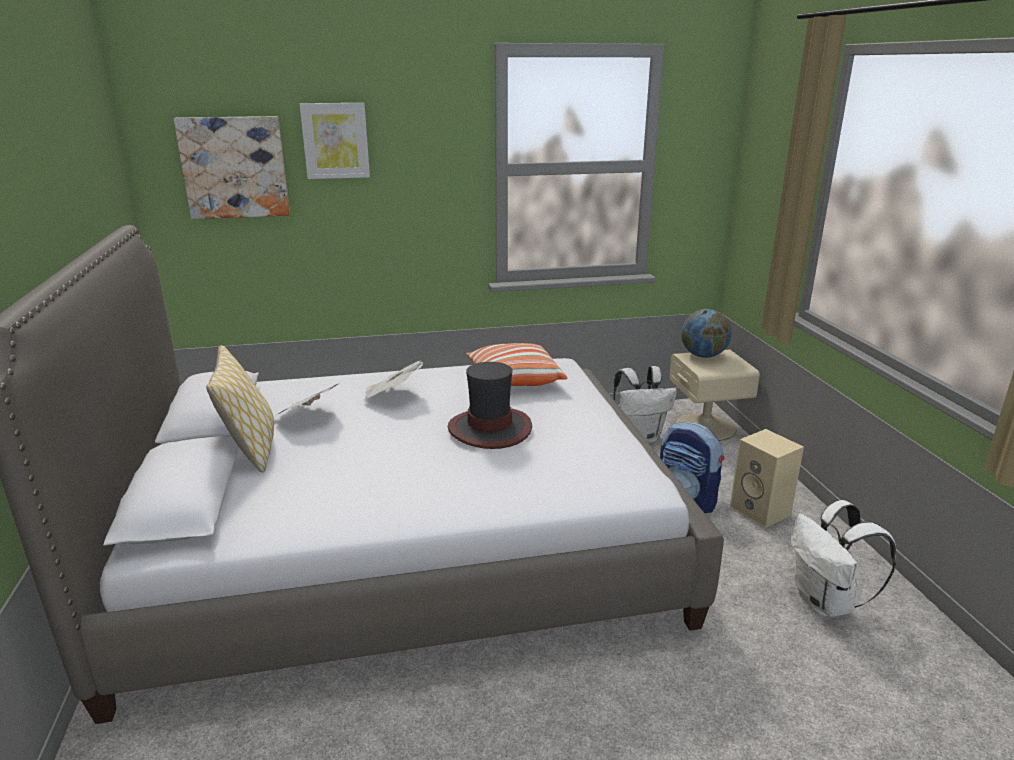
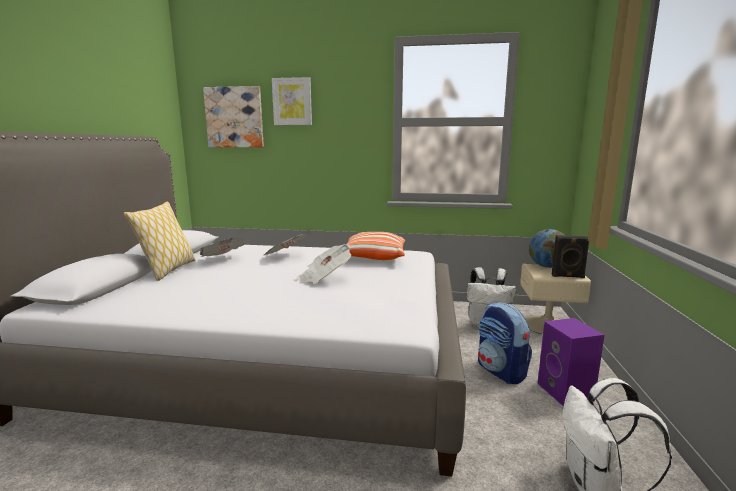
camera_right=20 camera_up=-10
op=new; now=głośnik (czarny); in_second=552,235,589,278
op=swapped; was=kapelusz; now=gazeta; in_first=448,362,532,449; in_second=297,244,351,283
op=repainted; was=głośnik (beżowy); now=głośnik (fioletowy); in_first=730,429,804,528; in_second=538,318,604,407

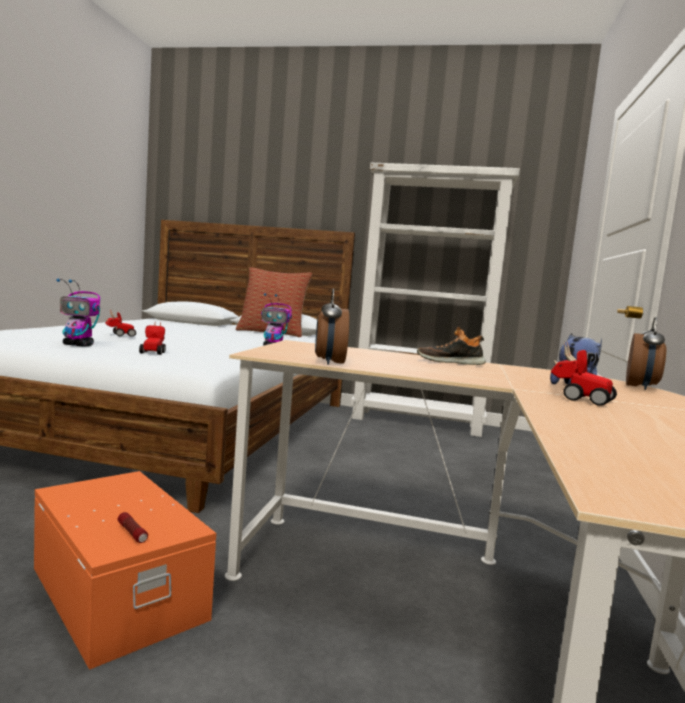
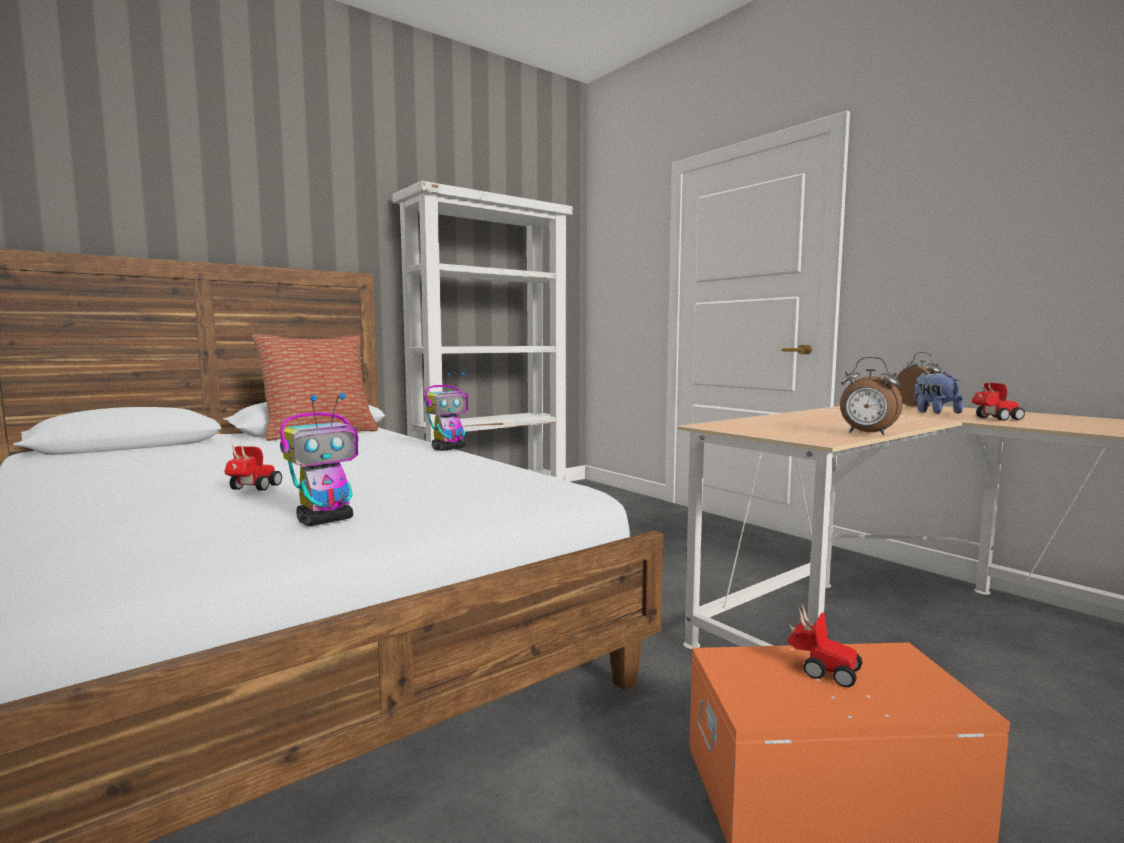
camera_right=-50 camera_up=0
op=gone; was=latarka; in_first=118,512,148,543
op=gone; was=but; in_first=417,327,486,365
op=shifted; was=samochodzik; in_first=139,323,166,355; in_second=787,603,863,687

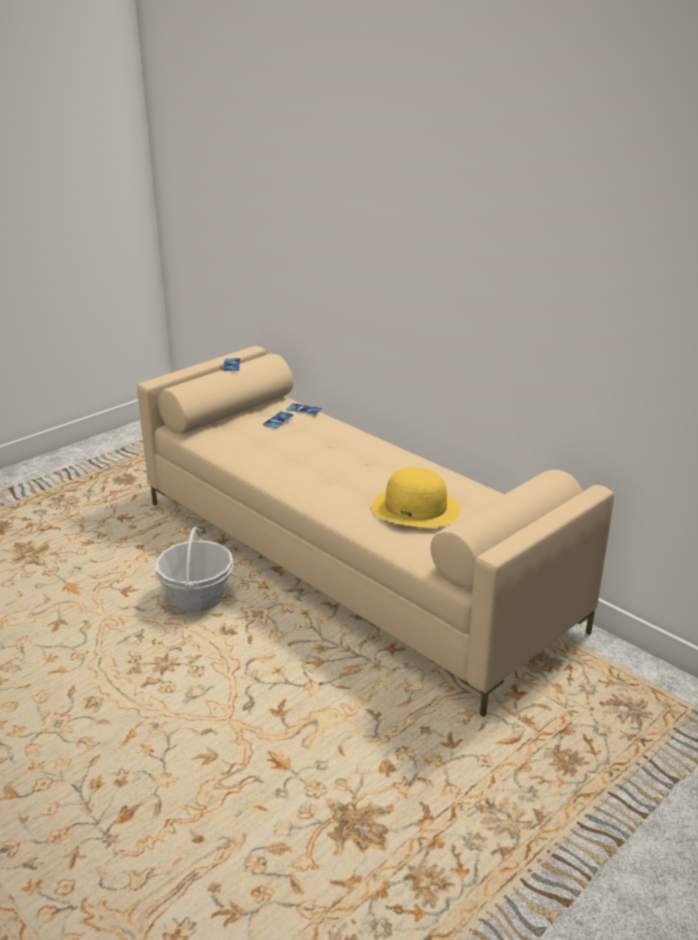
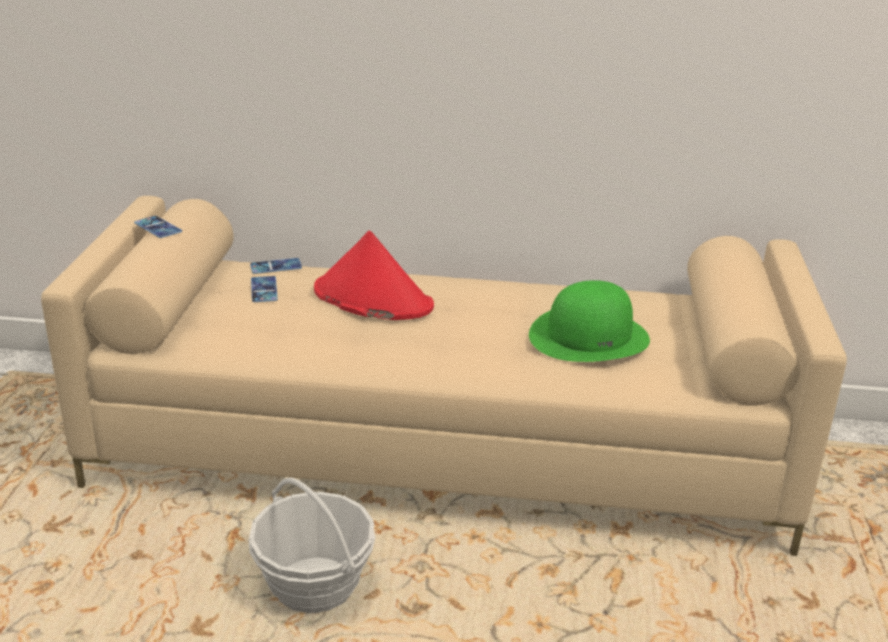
camera_right=-40 camera_up=0
op=new; now=kapelusz (czerwony); in_second=314,231,434,320
op=repainted; was=kapelusz (żółty); now=kapelusz (zielony); in_first=372,467,461,528; in_second=529,280,650,362

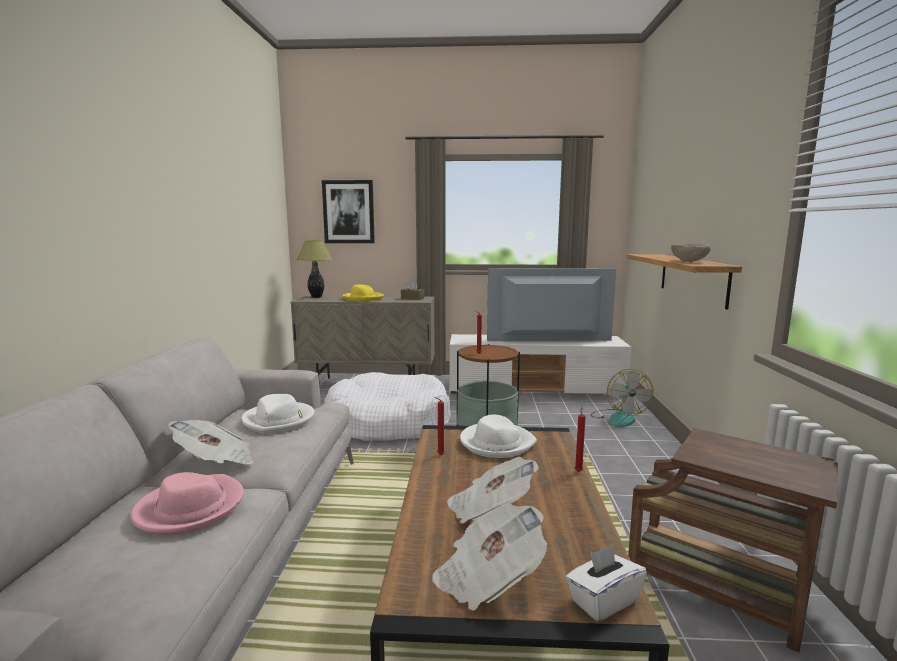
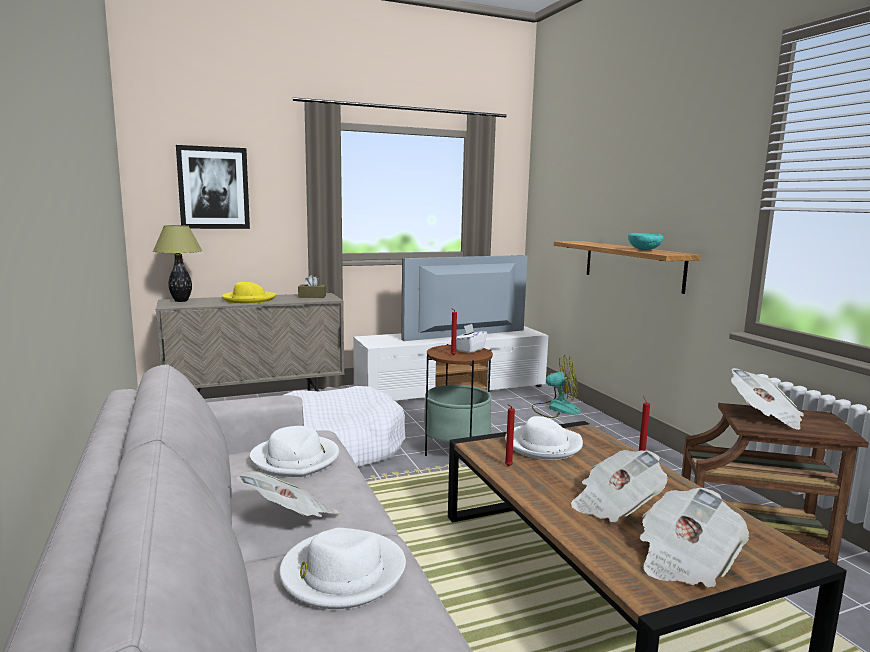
camera_right=-25 camera_up=0
op=new; now=gazeta; in_second=731,368,804,430
op=shifted; was=pudełko chusteczek (biały); in_first=566,545,647,621; in_second=456,324,487,353
op=repainted; was=kapelusz (różowy); now=kapelusz (biały); in_first=131,472,244,536; in_second=279,528,406,610
op=repainted; was=miska (beżowy); now=miska (turkusowy); in_first=671,244,711,262; in_second=628,233,663,250
op=rotated; was=wentylator; in_first=590,369,653,427; in_second=532,355,581,418; clockwise=-60

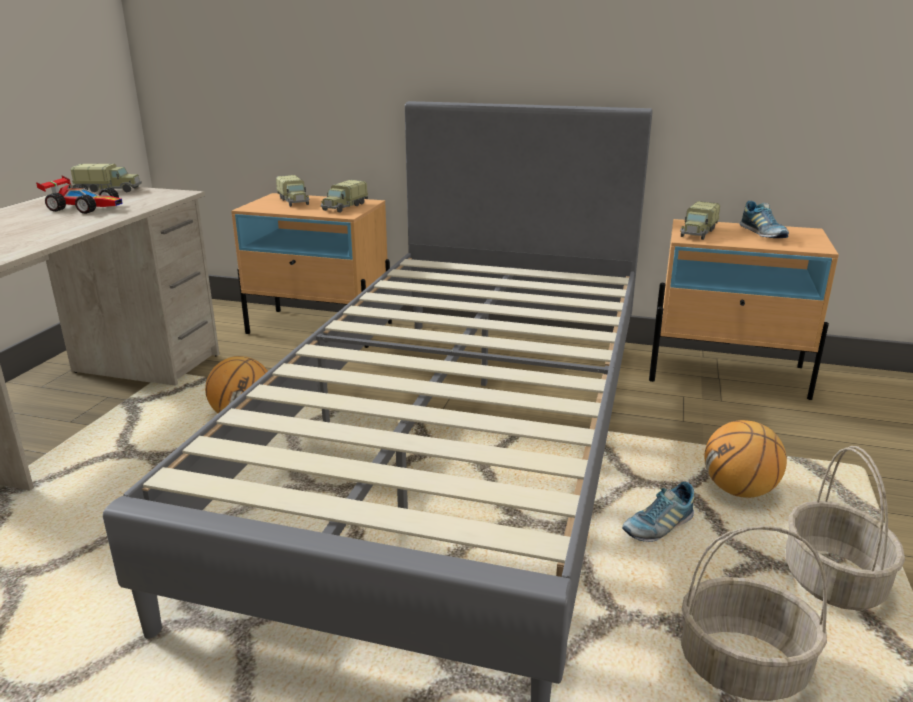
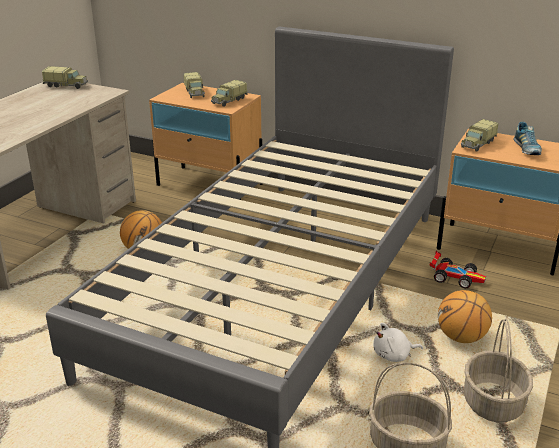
camera_right=10 camera_up=5
op=shifted; was=samochodzik; in_first=36,176,123,214; in_second=429,251,486,288
op=swapped; was=but; now=pluszak (biały); in_first=622,482,694,542; in_second=373,323,423,362

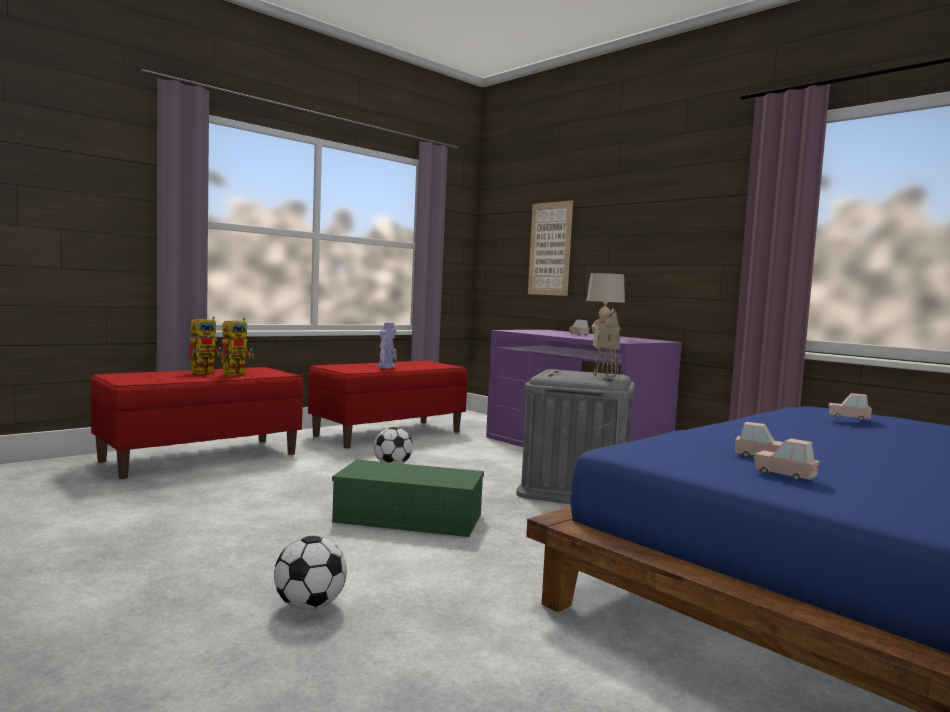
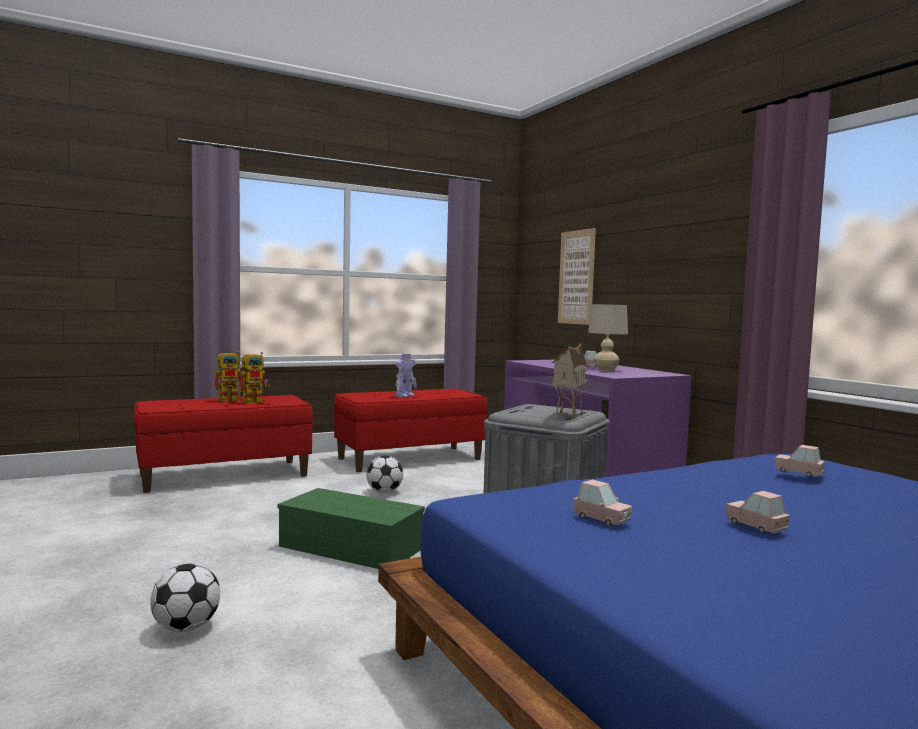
camera_right=15 camera_up=0
op=shifted; was=samochodzik (różowy); in_first=754,439,820,481; in_second=726,491,790,534

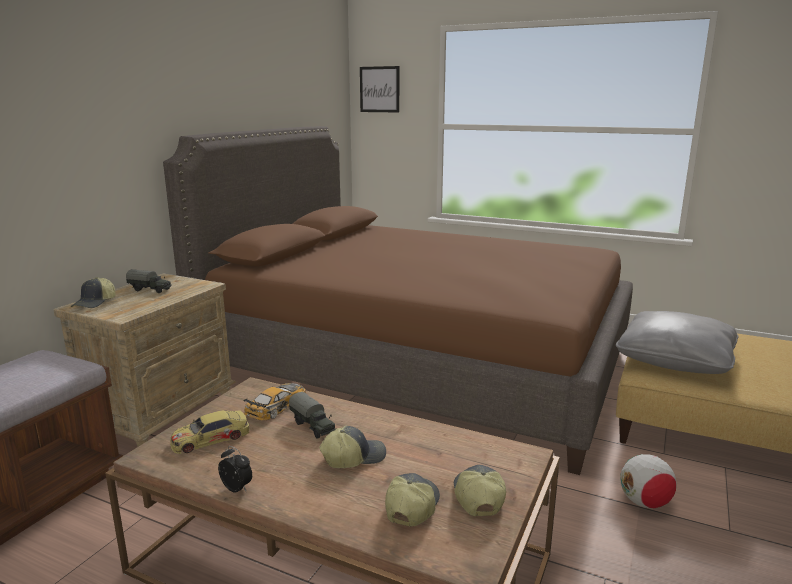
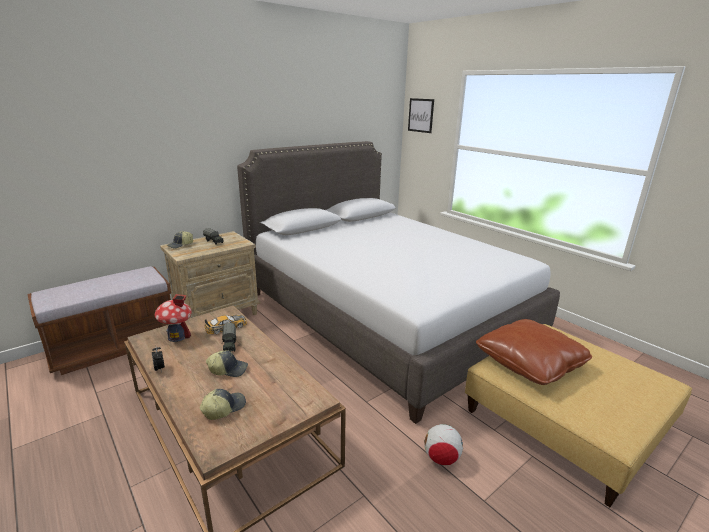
camera_right=25 camera_up=5
op=gone; was=czapka z daszkiem; in_first=454,465,506,516
op=swapped; was=samochodzik; now=domek; in_first=170,410,249,454; in_second=155,294,192,342
op=repainted; was=łóżko (brązowy); now=łóżko (szary); in_first=163,126,633,475; in_second=237,141,560,424
op=repainted; was=poduszka (szary); now=poduszka (brązowy); in_first=616,311,738,374; in_second=476,319,592,385

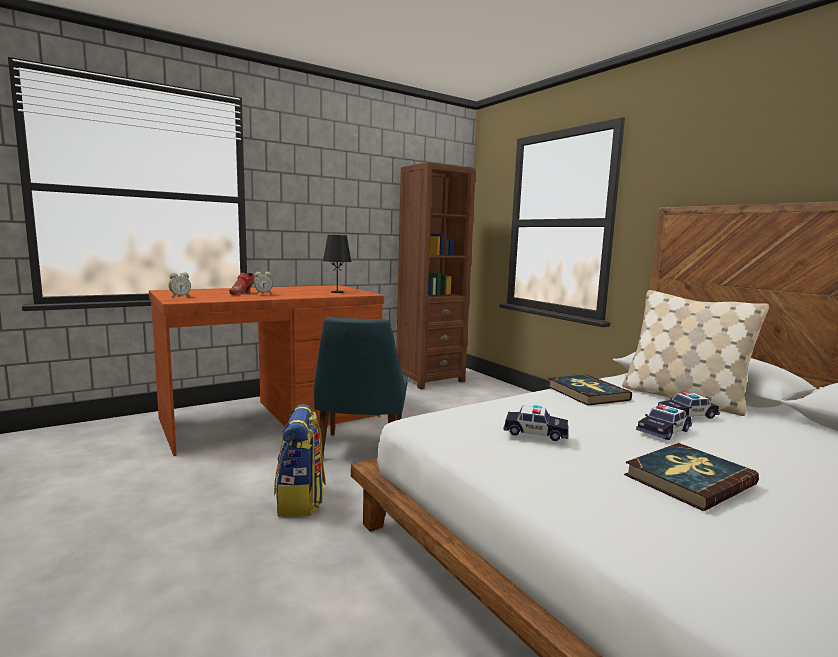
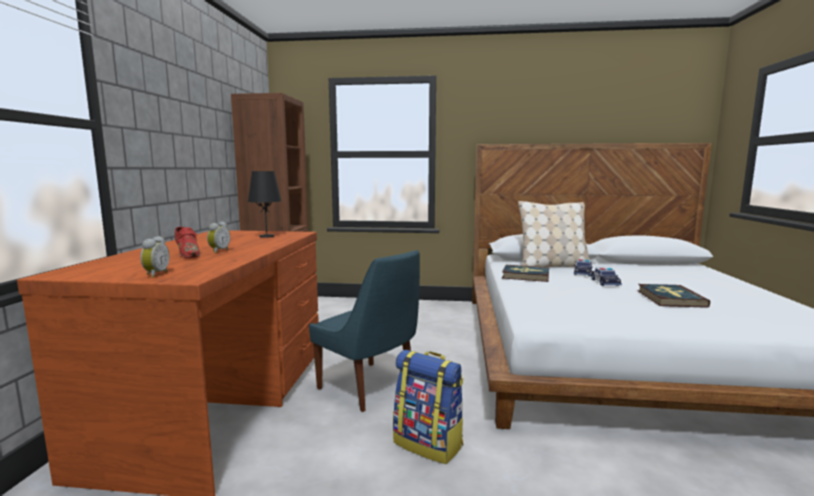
camera_right=-50 camera_up=0
op=gone; was=samochodzik; in_first=503,405,569,441

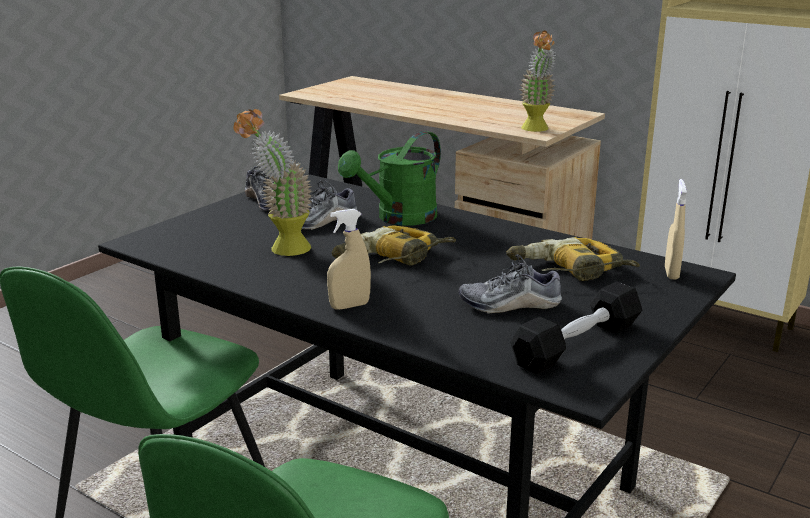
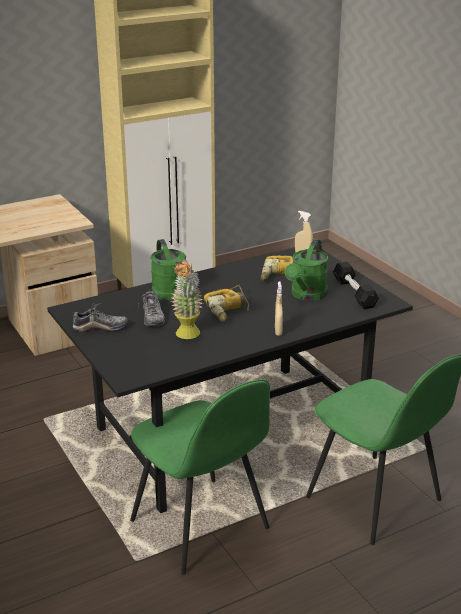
camera_right=-65 camera_up=5
op=gone; was=roślina doniczkowa; in_first=519,30,556,132
op=swapped; was=but; now=konewka (zielony); in_first=458,254,562,314; in_second=285,239,328,301

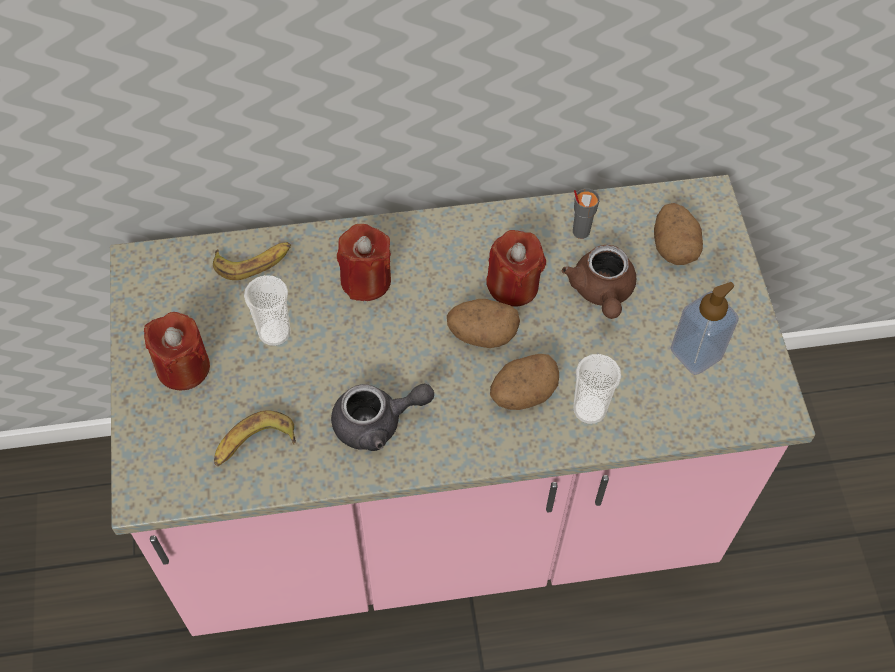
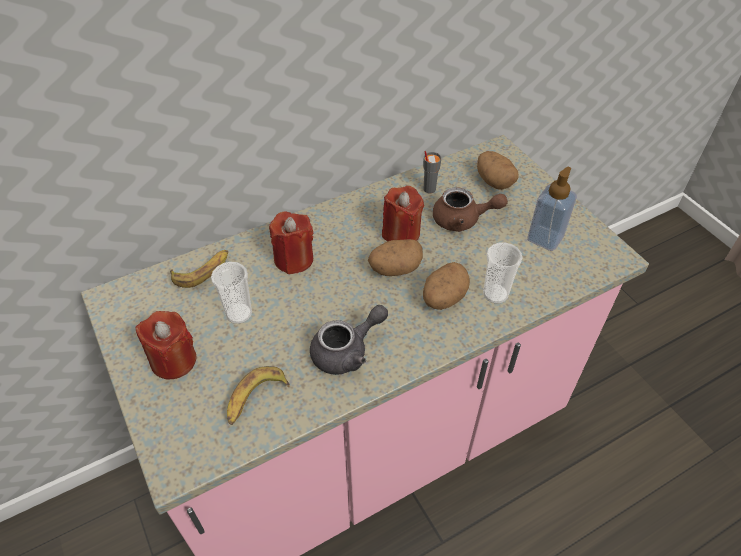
camera_right=-20 camera_up=-10
op=rotated; was=imbryk (brązowy); in_first=562,245,636,319; in_second=433,188,508,232; clockwise=-60

